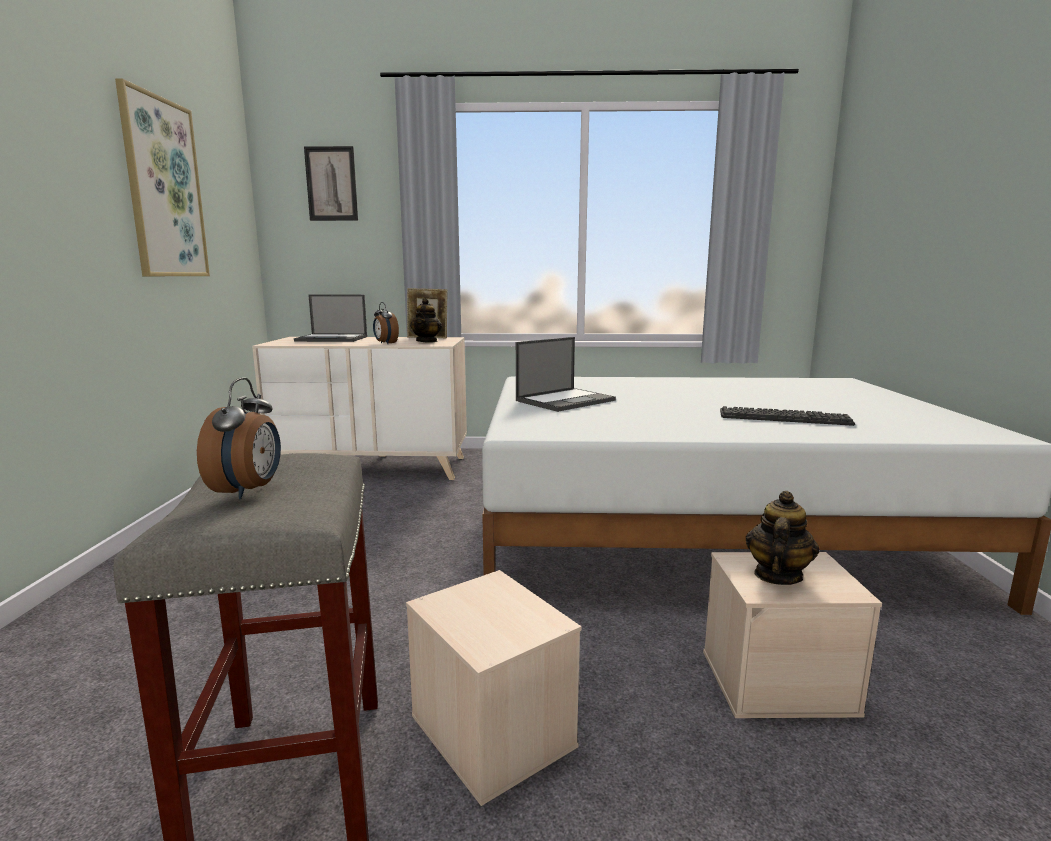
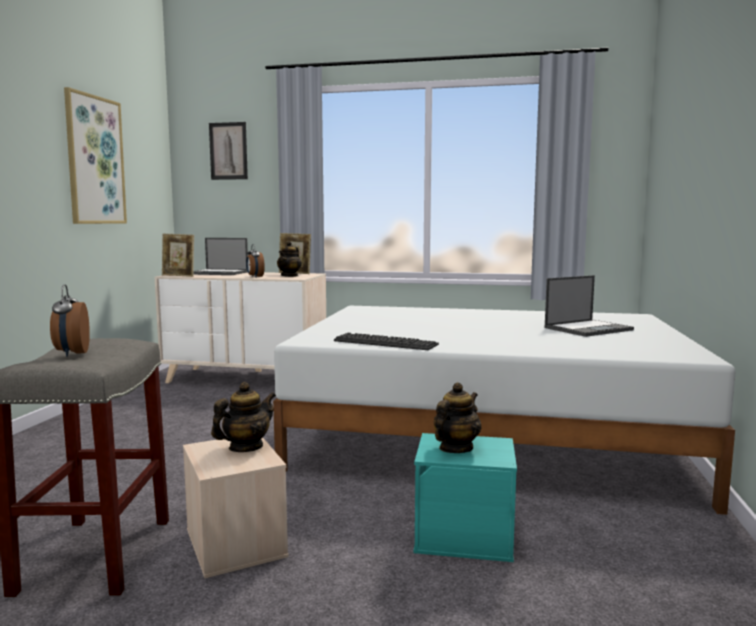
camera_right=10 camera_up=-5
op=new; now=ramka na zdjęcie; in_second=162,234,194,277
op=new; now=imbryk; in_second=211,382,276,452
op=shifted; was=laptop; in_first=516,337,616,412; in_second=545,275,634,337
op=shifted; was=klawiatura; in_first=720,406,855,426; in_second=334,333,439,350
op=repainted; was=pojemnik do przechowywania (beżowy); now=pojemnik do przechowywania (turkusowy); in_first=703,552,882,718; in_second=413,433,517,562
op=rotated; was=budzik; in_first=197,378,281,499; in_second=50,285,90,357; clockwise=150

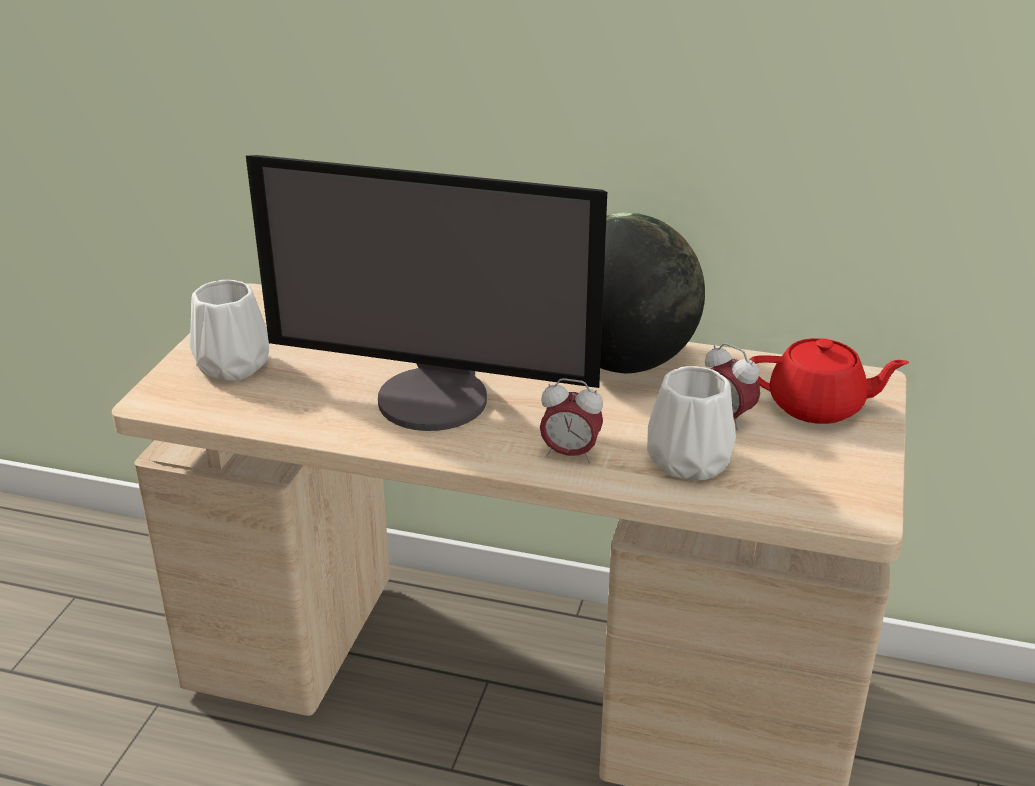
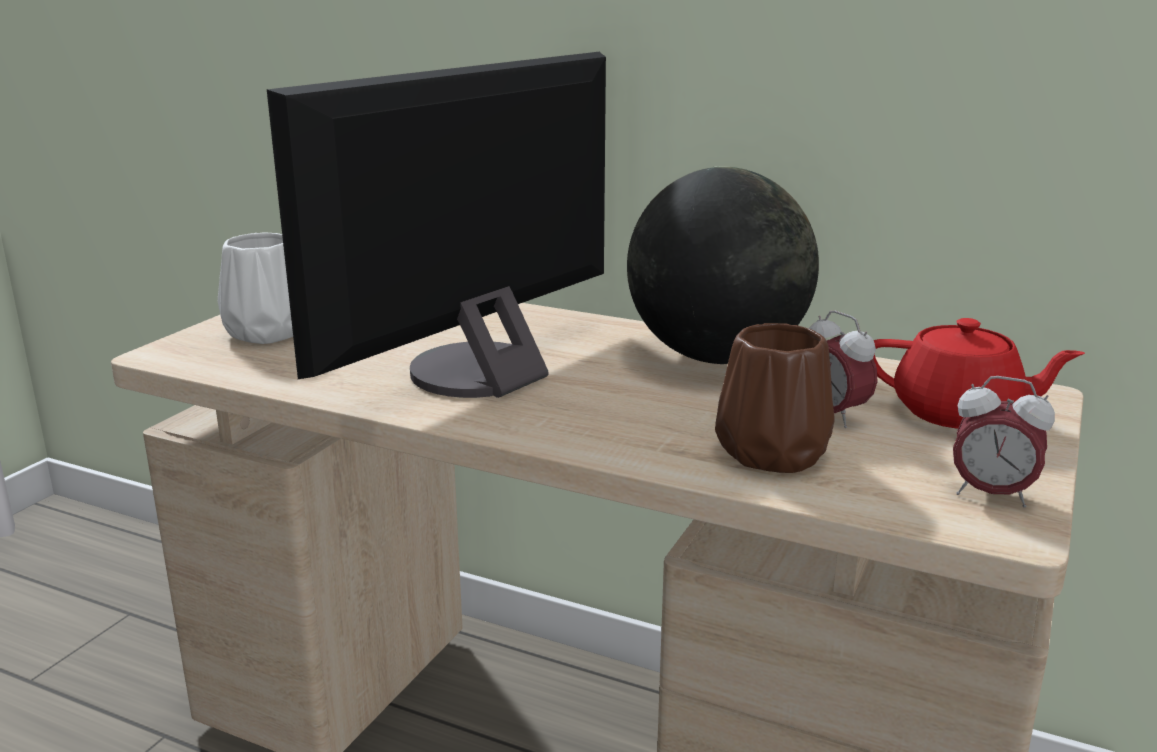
camera_right=10 camera_up=-10
op=shifted; was=budzik; in_first=540,378,603,463; in_second=953,376,1055,508
op=repainted; was=wazon (biały); now=wazon (brązowy); in_first=647,366,736,480; in_second=715,323,835,473
op=rotated; was=monitor; in_first=246,155,607,431; in_second=267,52,606,398; clockwise=105

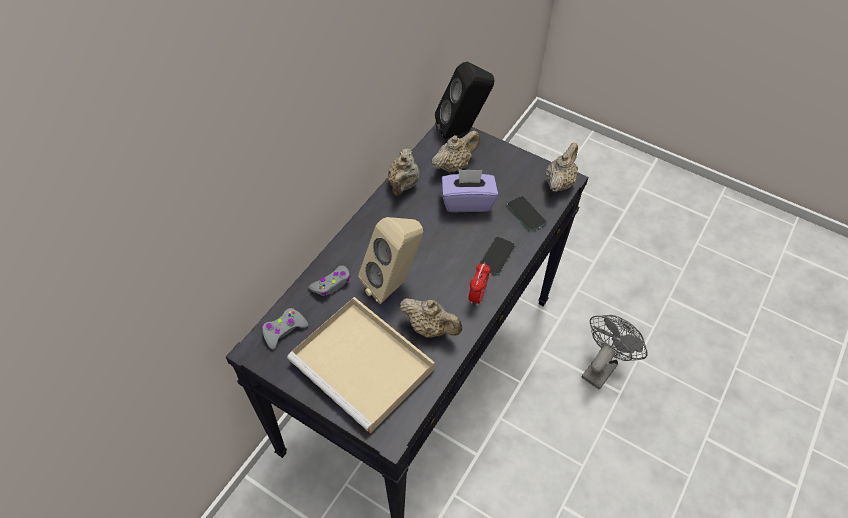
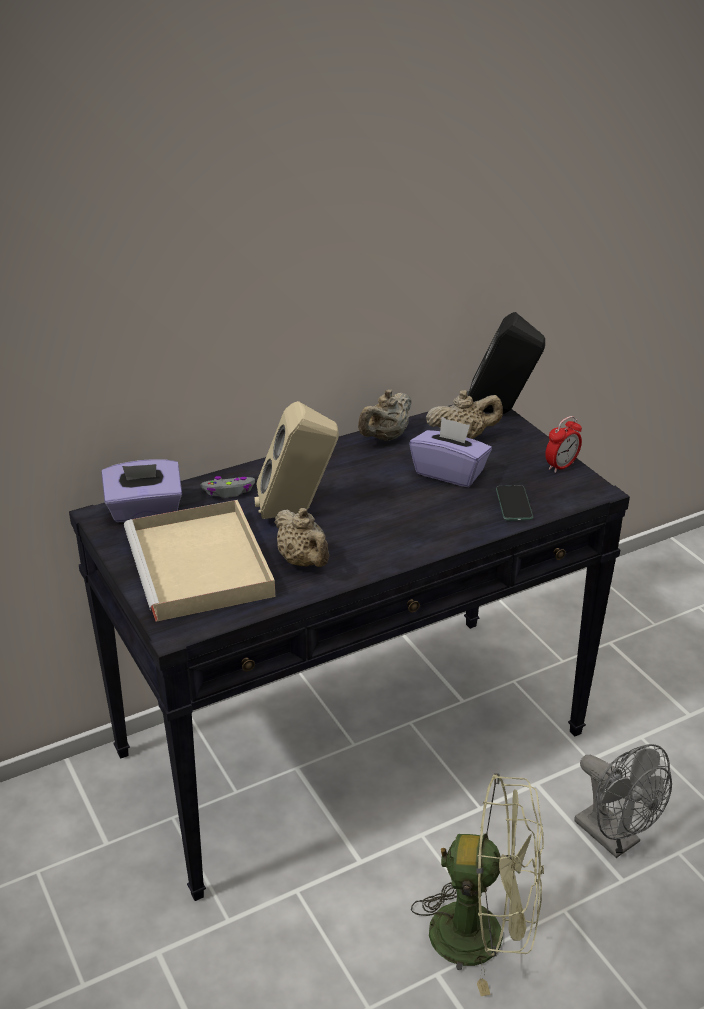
camera_right=30 camera_up=-20
op=gone; was=telefon; in_first=480,236,515,275
op=gone; was=imbryk (beżowy); in_first=545,143,578,192
op=new; now=wentylator (zielony); in_second=411,773,544,996
op=shifted; was=budzik; in_first=469,262,490,306; in_second=545,416,582,473
op=swapped; was=pad do gier (szary); now=pudełko chusteczek (fioletowy); in_first=262,308,308,349; in_second=102,459,182,522
op=rotated; was=wentylator (szary); in_first=581,315,648,390; in_second=575,744,672,858; clockwise=75

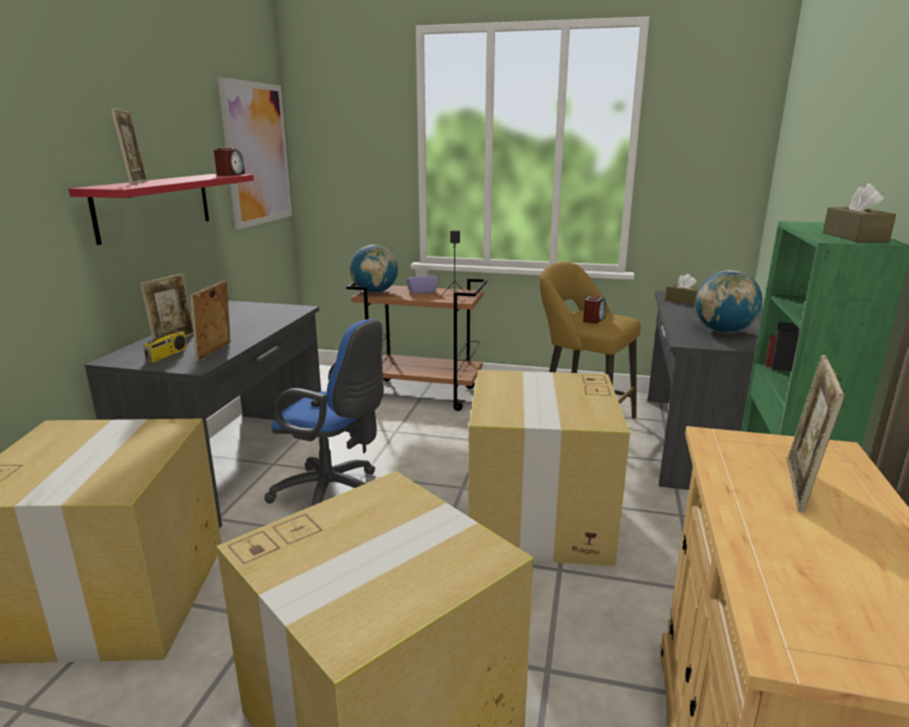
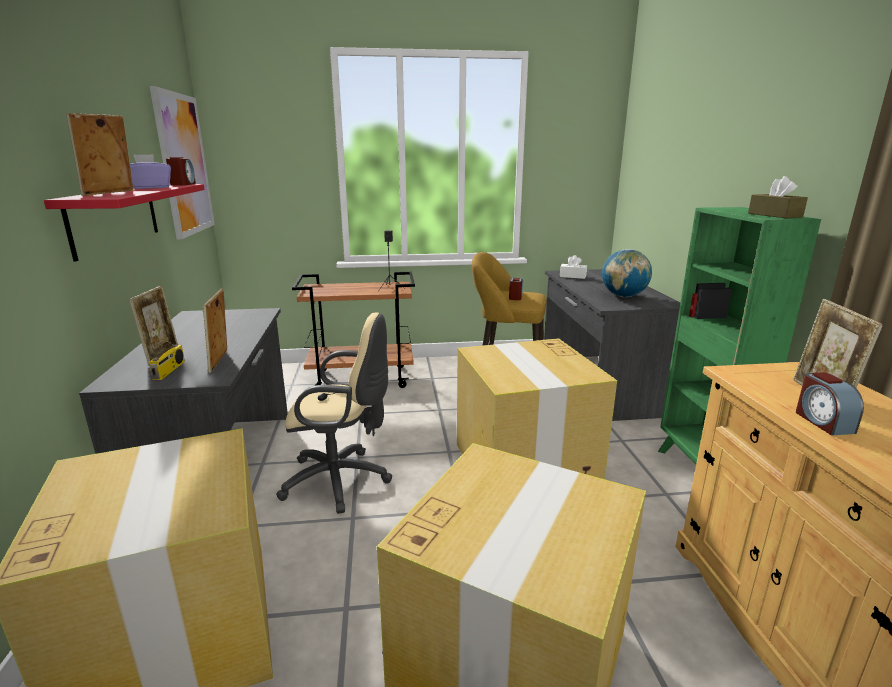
camera_right=-20 camera_up=0
op=gone; was=globus; in_first=350,245,398,293
op=new; now=budzik; in_second=796,372,864,435
op=shifted; was=pudełko chusteczek (fioletowy); in_first=406,267,439,294; in_second=130,154,171,189
op=repainted; was=krzesło biurowe (niebieski); now=krzesło biurowe (beżowy); in_first=265,319,384,506; in_second=276,313,392,514
op=repainted; was=pudełko chusteczek (brązowy); now=pudełko chusteczek (biały); in_first=665,274,699,305; in_second=560,255,587,279
op=rotated; was=ramka na zdjęcie; in_first=111,108,148,185; in_second=66,113,134,196; clockwise=-135

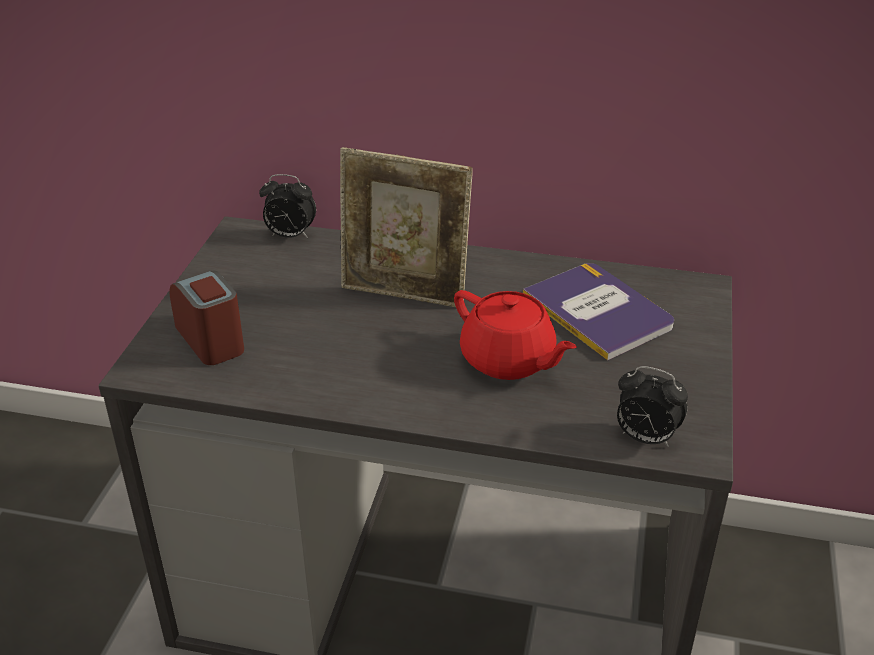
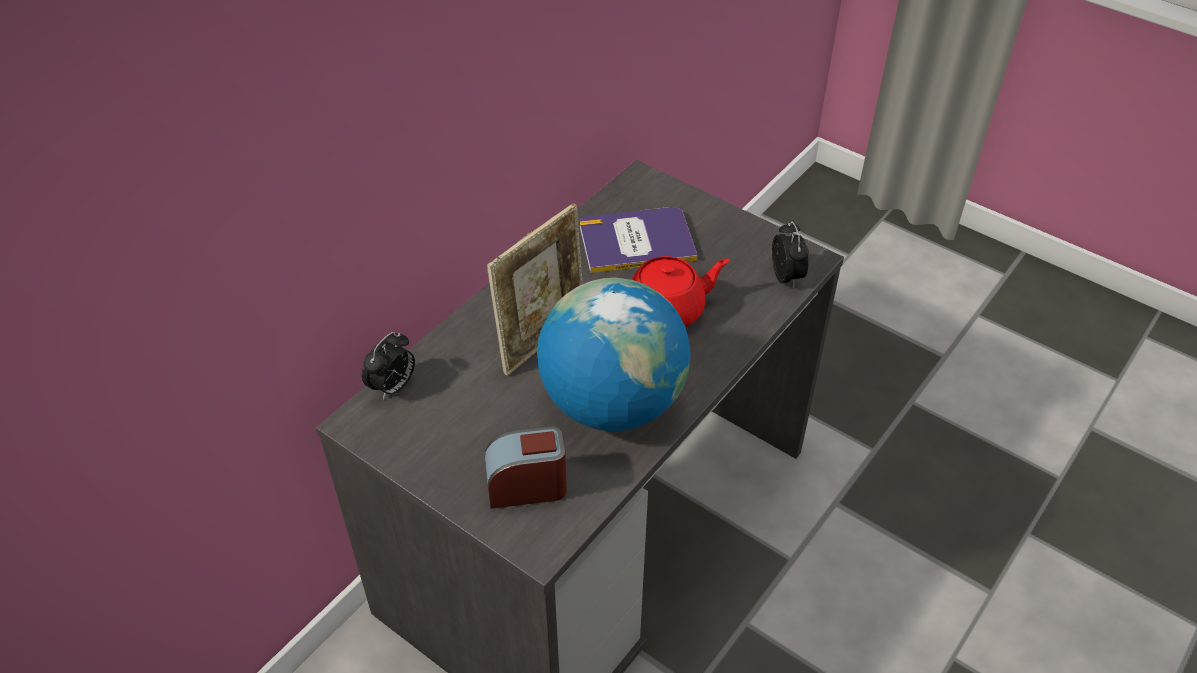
camera_right=-65 camera_up=10
op=new; now=globus; in_second=537,278,691,431
op=rotated; was=budzik; in_first=617,366,688,447; in_second=772,221,809,288; clockwise=-60

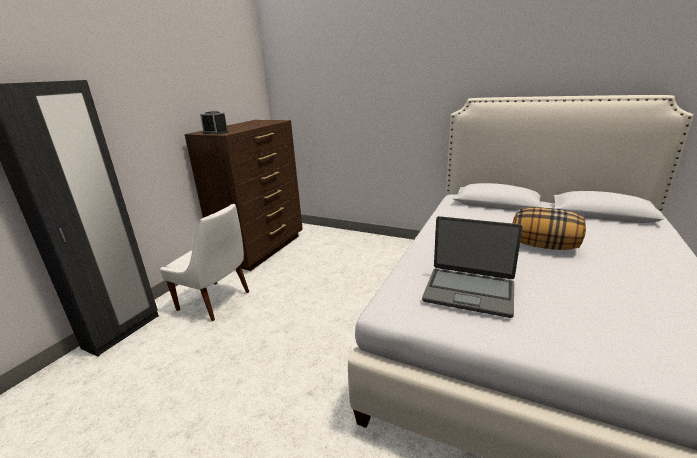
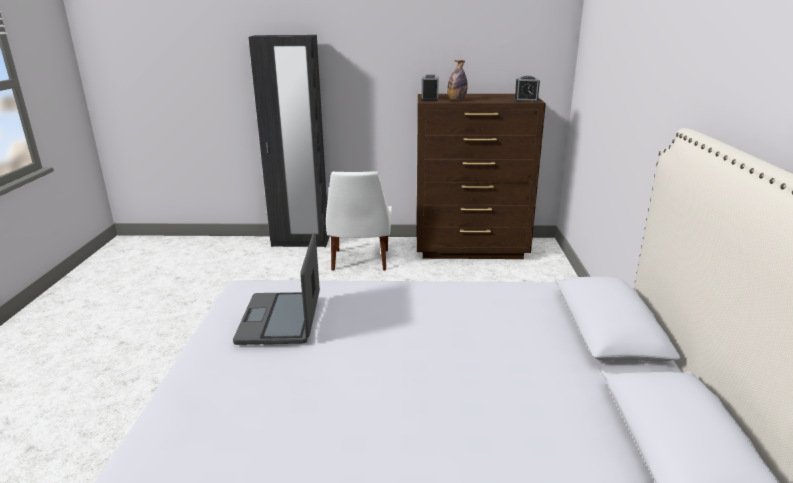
camera_right=65 camera_up=0
op=gone; was=poduszka; in_first=512,207,586,250
op=new; now=butelka; in_second=447,60,468,101
op=new; now=budzik; in_second=514,76,540,103

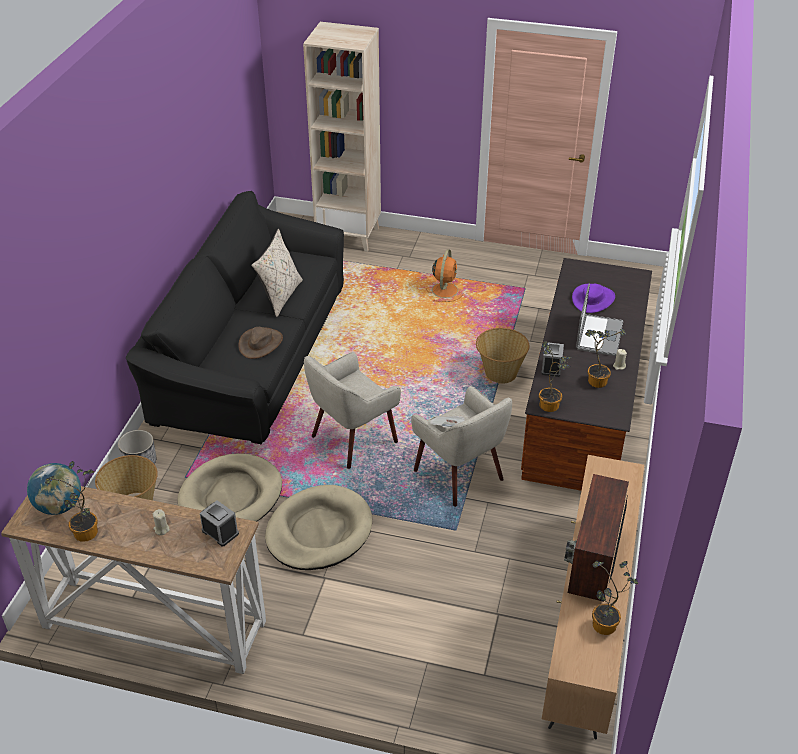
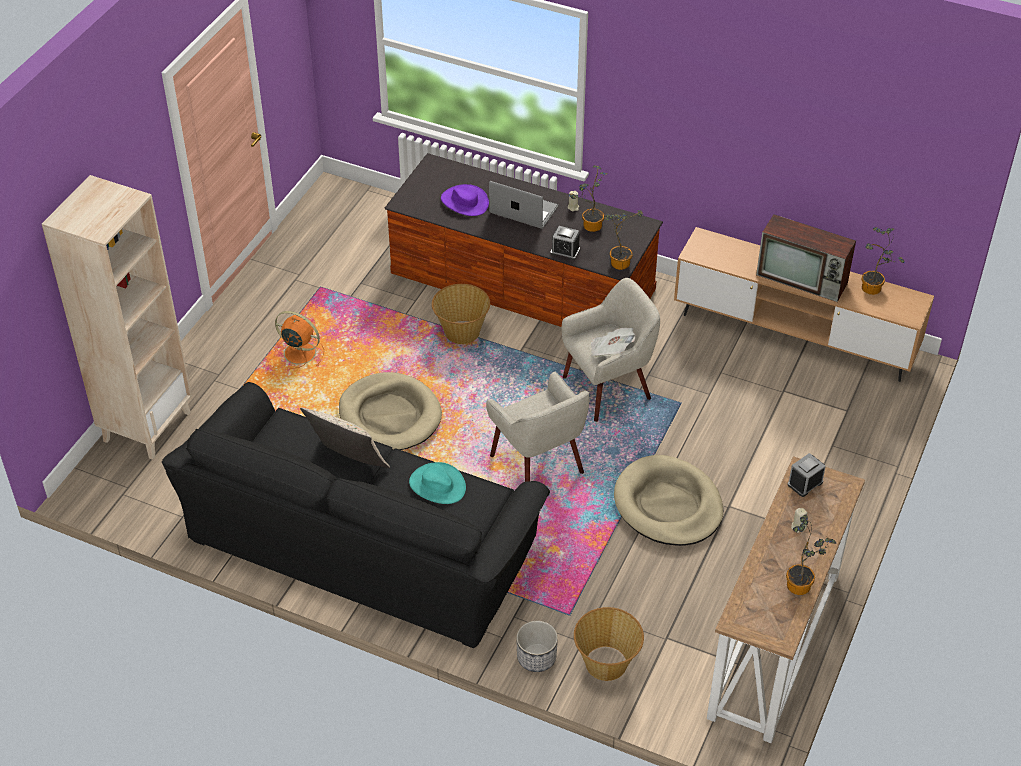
camera_right=-80 camera_up=5
op=gone; was=globus; in_first=27,463,81,515
op=shifted; was=legowisko (beżowy); in_first=177,453,282,521; in_second=339,372,442,450
op=repainted; was=kapelusz (brązowy); now=kapelusz (turkusowy); in_first=238,327,283,359; in_second=409,462,466,504

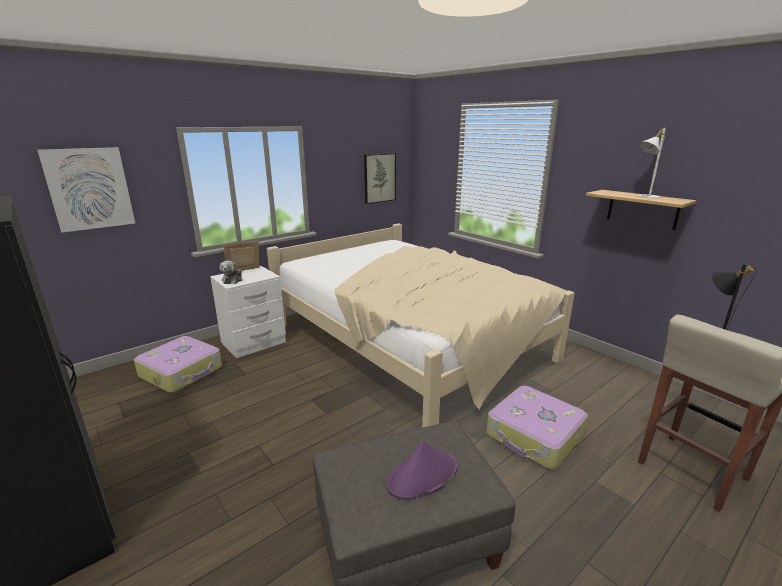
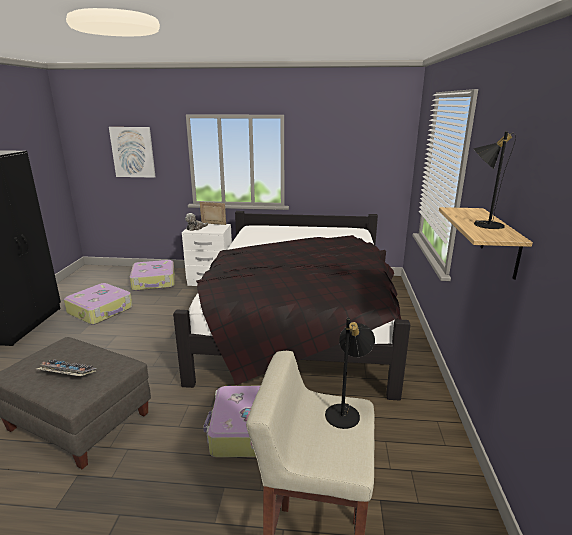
camera_right=45 camera_up=0
op=gone; was=obraz; in_first=364,153,396,204
op=new; now=walizka; in_second=64,283,132,325
op=swapped; was=kapelusz (fioletowy); now=klawiatura; in_first=387,441,457,500; in_second=36,360,97,376
op=repainted; was=łóżko (beżowy); now=łóżko (czarny); in_first=267,223,575,428; in_second=173,211,410,401
op=repainted; was=lampa stołowa (biały); now=lampa stołowa (czarny); in_first=638,128,666,198; in_second=473,131,516,229

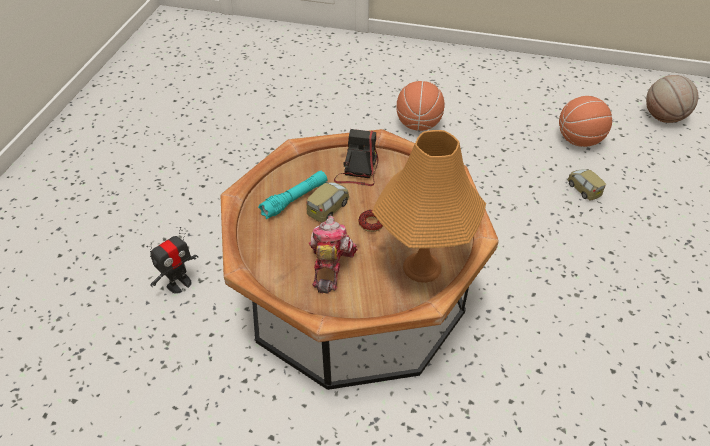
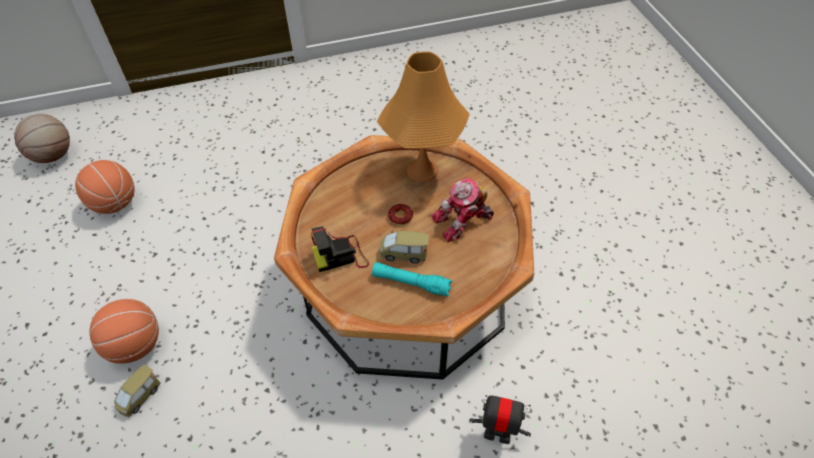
camera_right=-120 camera_up=5
op=shifted; was=samochodzik; in_first=567,169,606,201; in_second=114,364,160,417

